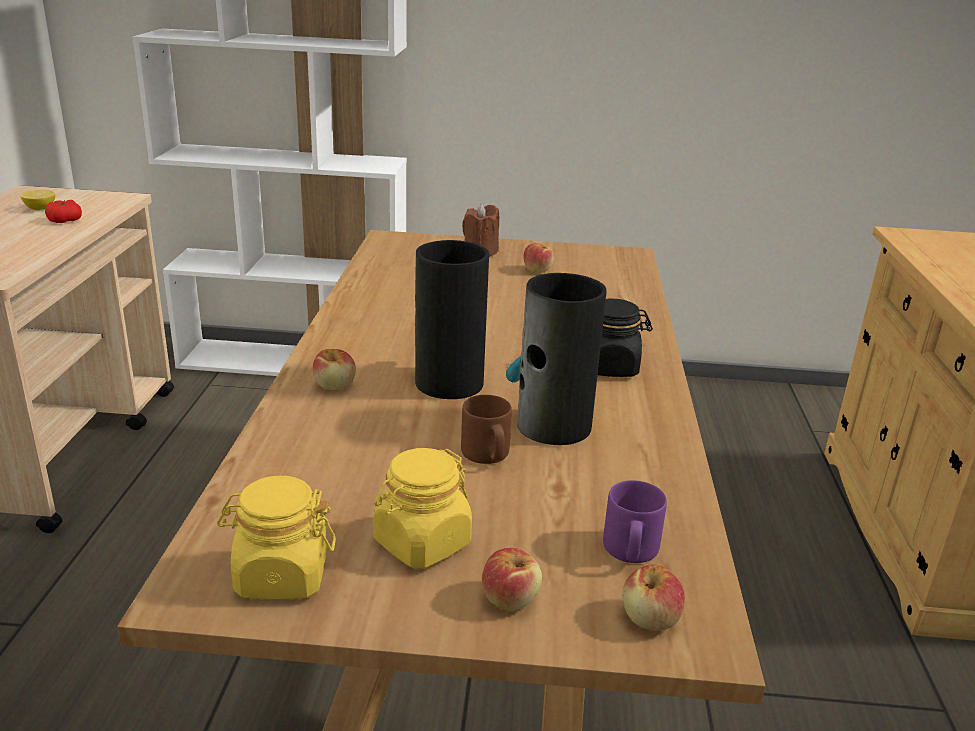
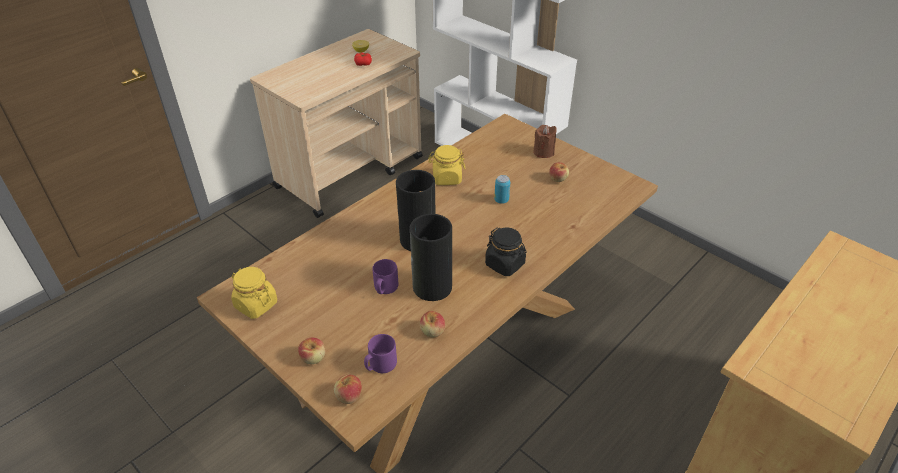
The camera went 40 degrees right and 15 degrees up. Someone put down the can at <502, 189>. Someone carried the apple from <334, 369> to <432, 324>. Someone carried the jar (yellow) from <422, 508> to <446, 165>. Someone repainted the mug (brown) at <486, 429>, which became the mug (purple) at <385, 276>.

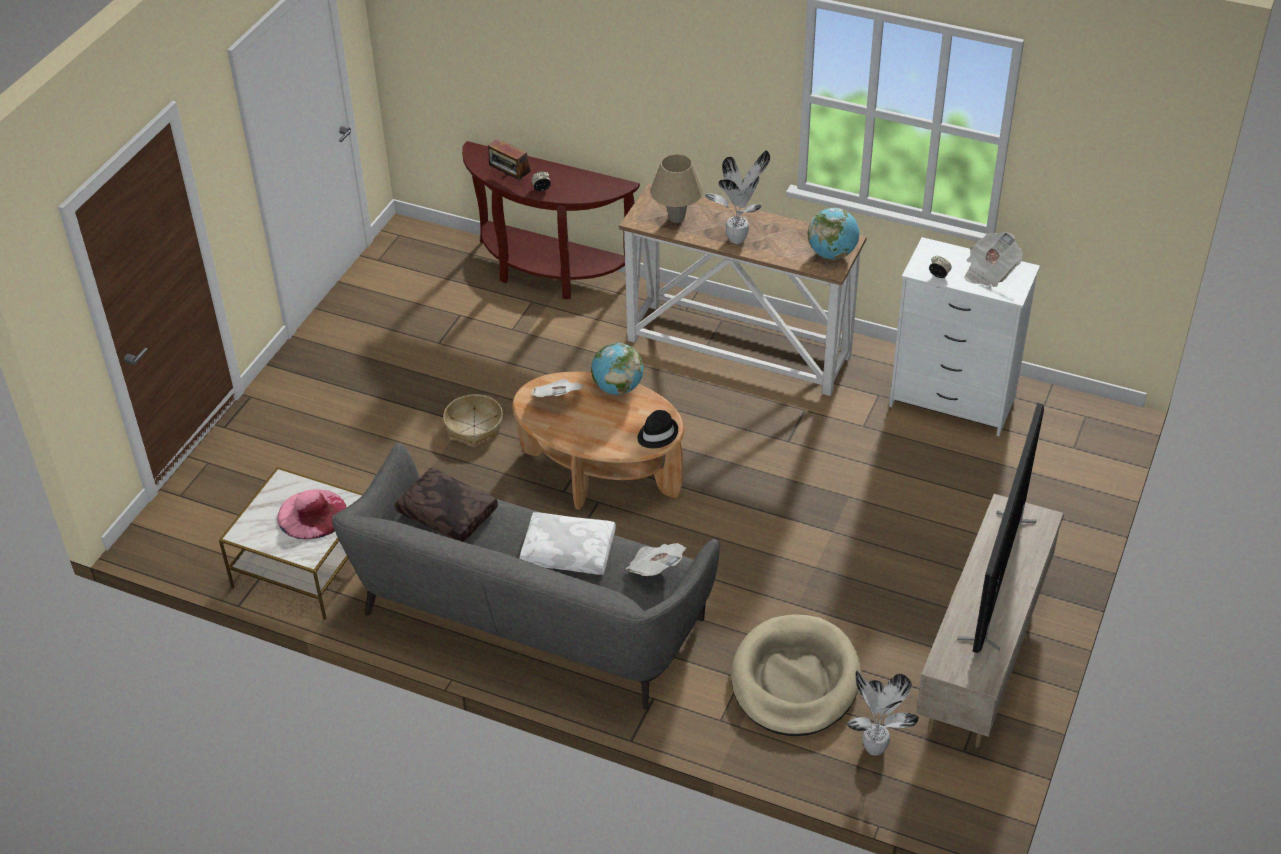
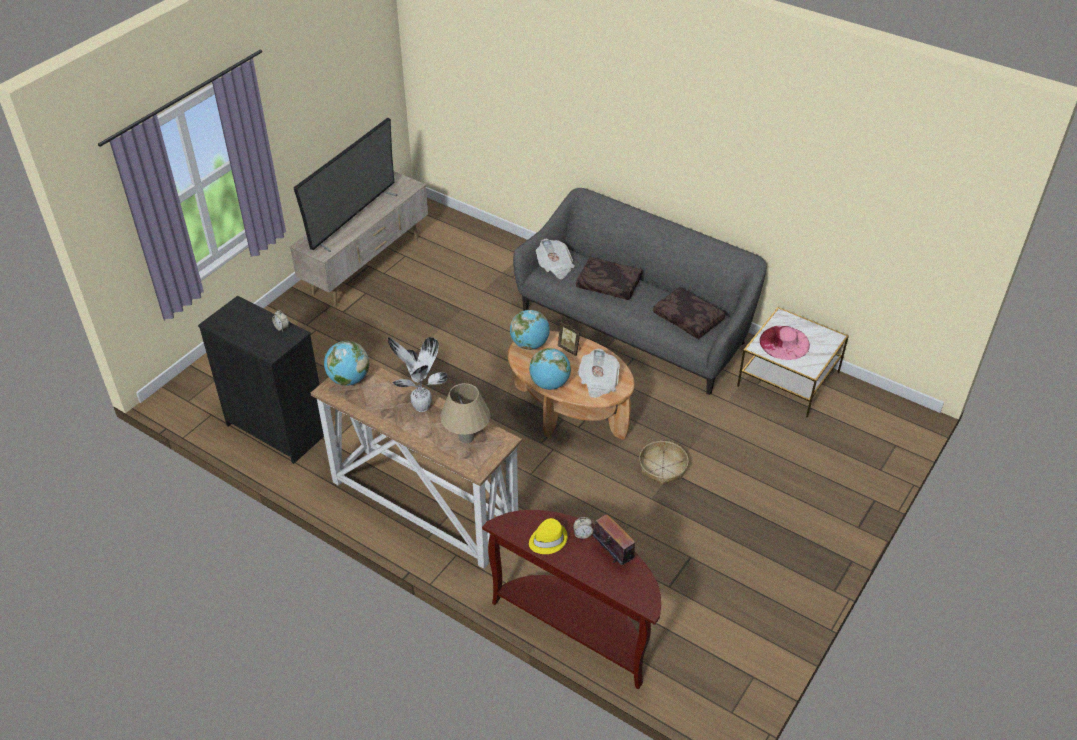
The camera went 170 degrees left and 0 degrees up. Someone took away the dog bed (beige) at <796, 675>. Someone took away the potted plant at <883, 713>. Someone took away the newspaper at <993, 259>. Someone put down the hat (yellow) at <548, 536>. Someone put down the picture frame at <569, 339>. Someone swapped the hat (black) at <658, 429> for the globe at <530, 330>. Someone repainted the pillow (white) at <567, 543>, which became the pillow (brown) at <609, 278>. Someone repainted the dresser (white) at <964, 336>, which became the dresser (black) at <261, 380>.

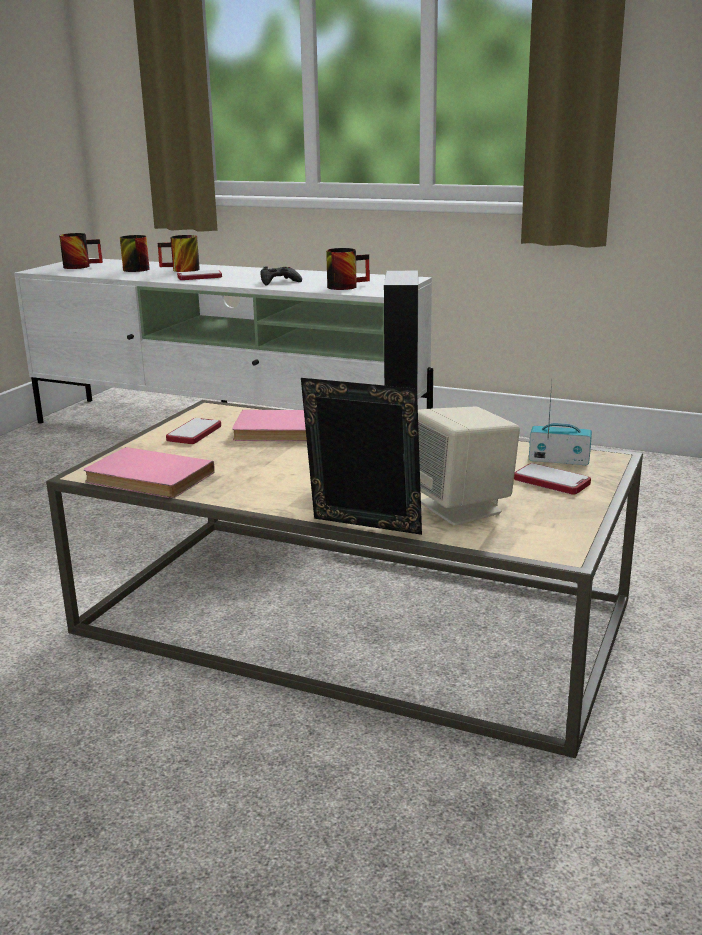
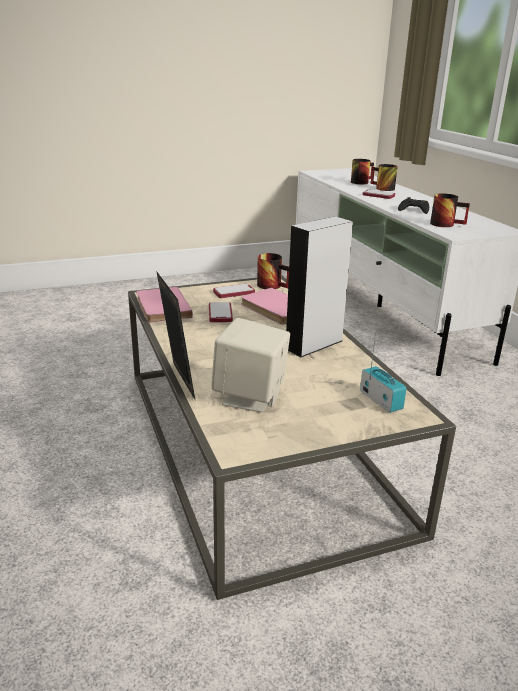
The camera went 45 degrees right and 5 degrees up. Someone carried the mug from <81, 251> to <273, 271>. Someone carried the phone from <552, 478> to <221, 312>.

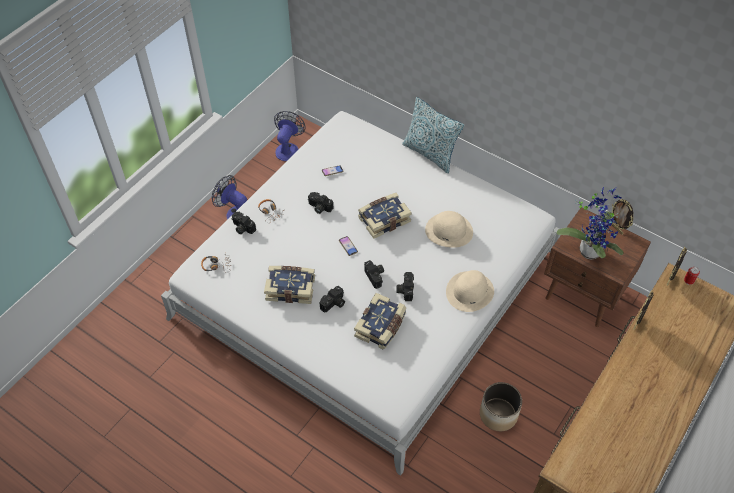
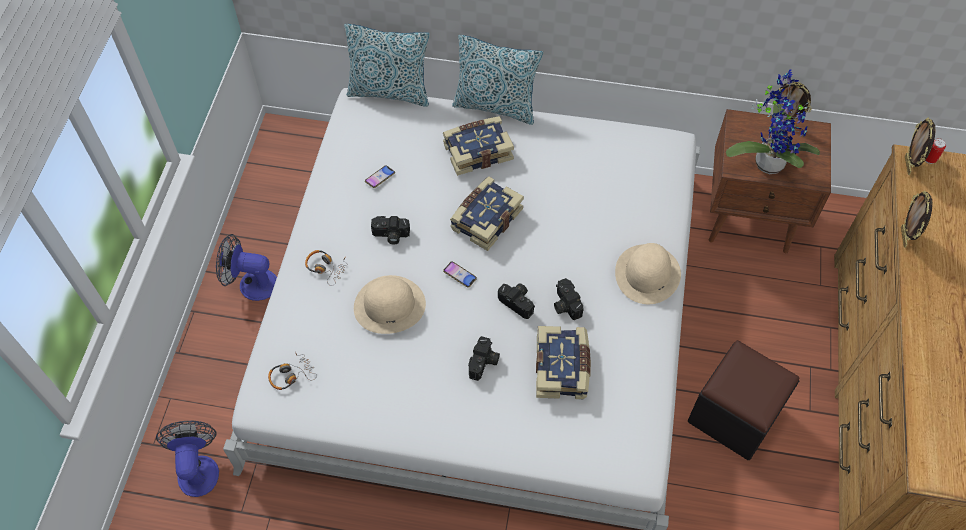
The camera went 25 degrees left and 5 degrees up. Someone took away the photo camera at <243, 223>. Someone put down the pillow at <387, 65>. Someone carried the book from <289, 285> to <478, 146>. Someone carried the fan from <290, 136> to <187, 459>. Someone carried the hat (beige) from <449, 229> to <390, 304>. Someone swapped the planter at <501, 406> for the ottoman (black) at <744, 400>.

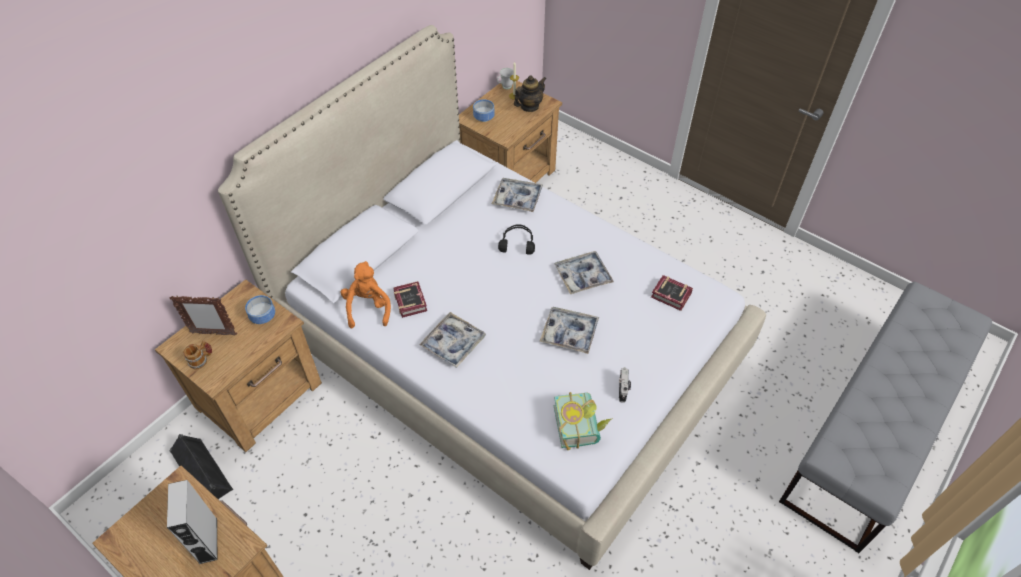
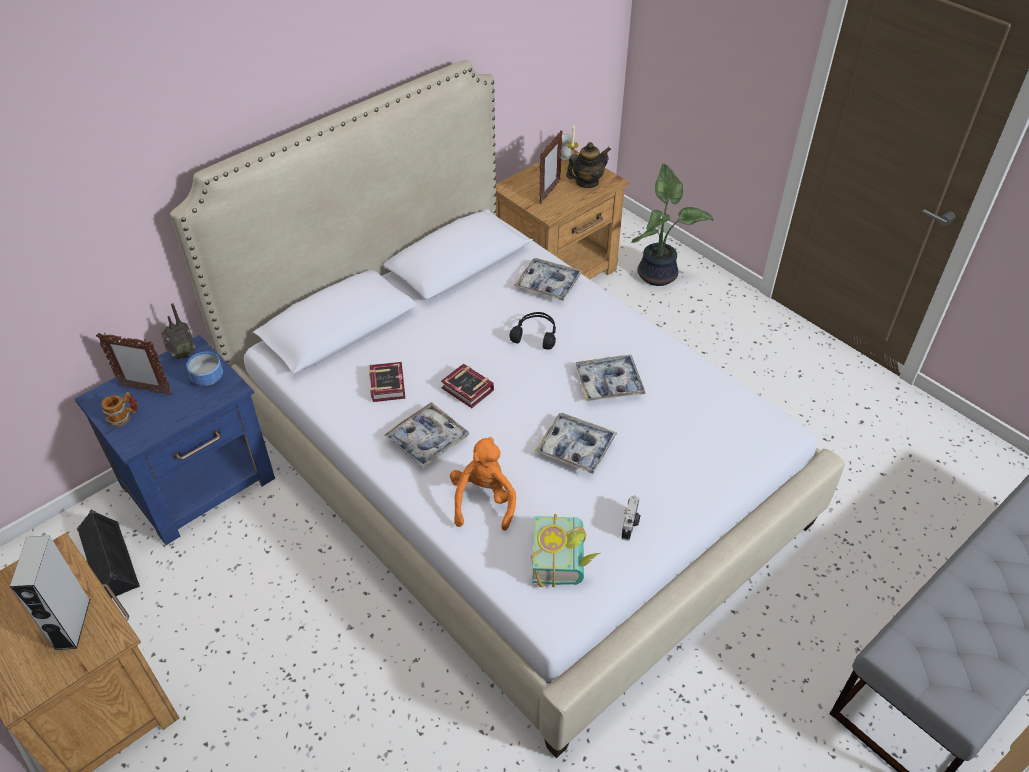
The camera went 10 degrees right and 5 degrees down. Someone took away the bowl at <484, 110>. Someone put down the radio at <178, 331>. Someone put down the picture frame at <551, 167>. Someone put down the potted plant at <672, 224>. Someone carried the plush toy (orange) from <365, 294> to <483, 484>. Someone carried the book from <672, 293> to <467, 386>. Someone repainted the nightstand (brown) at <238, 365>, which became the nightstand (blue) at <175, 440>.

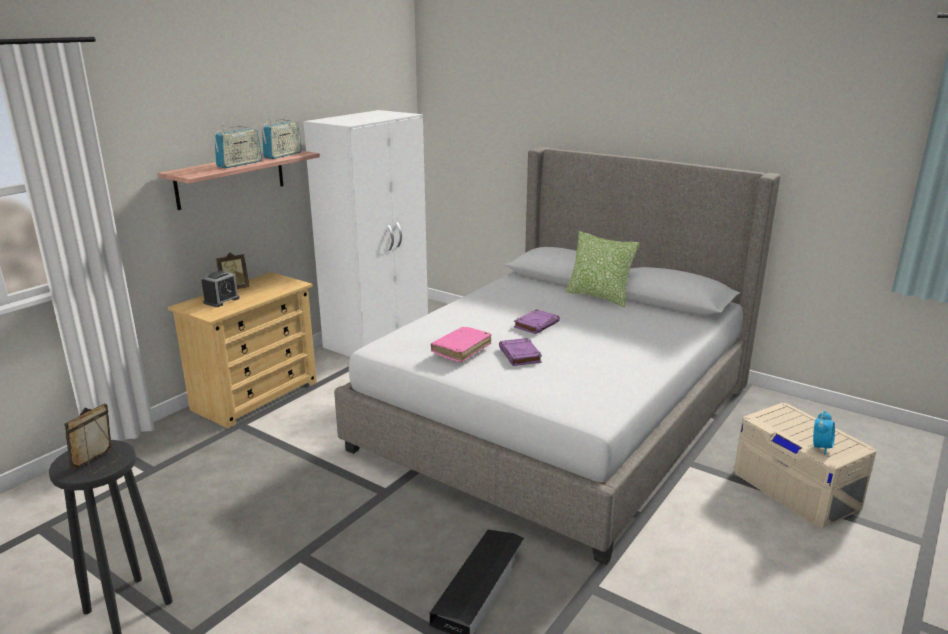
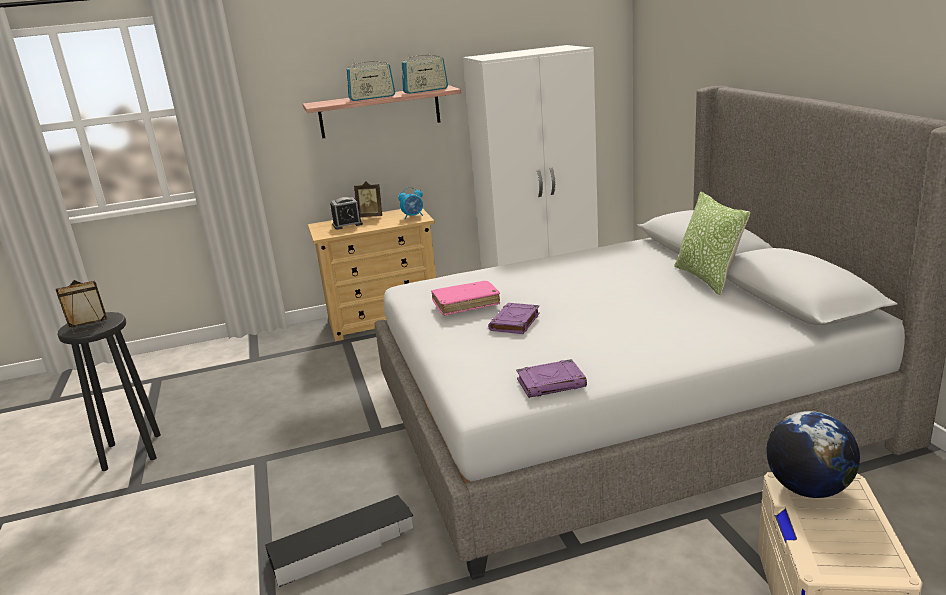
The camera went 40 degrees right and 0 degrees up. Someone put down the globe at <813, 454>. Someone carried the book (purple) from <537, 321> to <551, 378>. Someone carried the alarm clock from <824, 433> to <410, 203>.

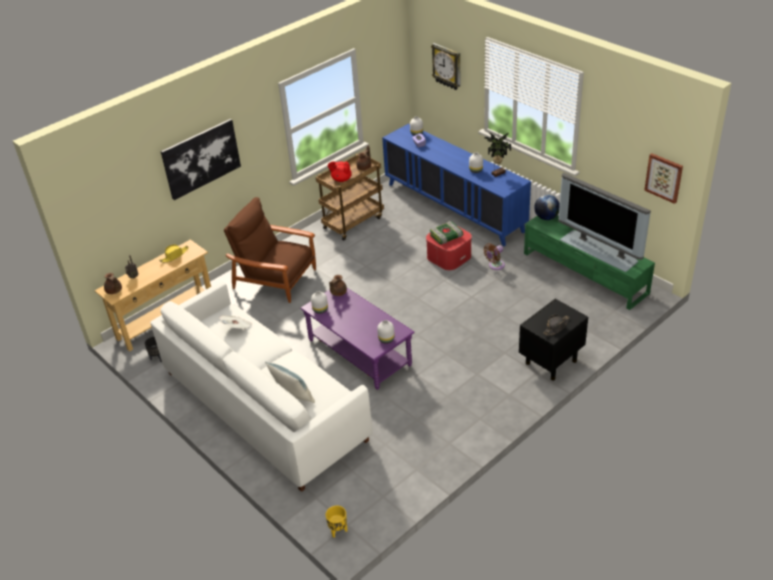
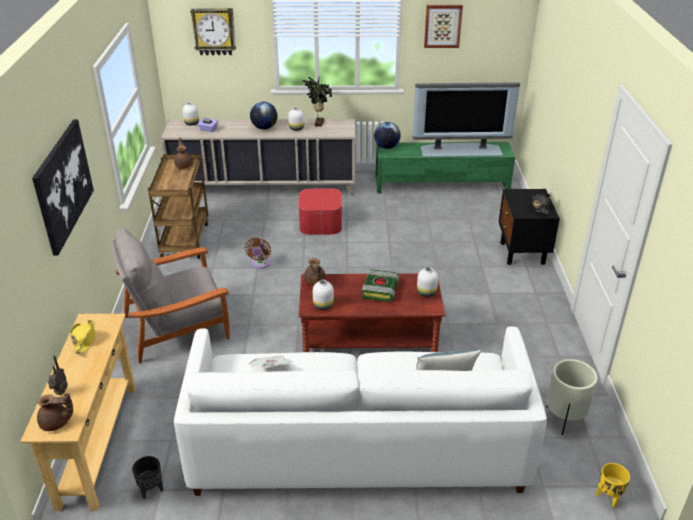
The camera went 50 degrees left and 5 degrees down. Someone took away the teapot (red) at <340, 171>. Someone put down the globe at <263, 116>. Someone put down the planter (beige) at <572, 397>. Someone carried the book from <446, 233> to <380, 285>. Someone carried the fan (brown) from <494, 256> to <258, 253>. Someone carried the picture from <663, 178> to <443, 26>. Someone repainted the armchair (brown) at <270, 250>, which became the armchair (grey) at <170, 295>. Someone repainted the coffee table (purple) at <357, 339>, which became the coffee table (brown) at <372, 312>. Someone repainted the cabinet (blue) at <456, 185>, which became the cabinet (beige) at <258, 157>.

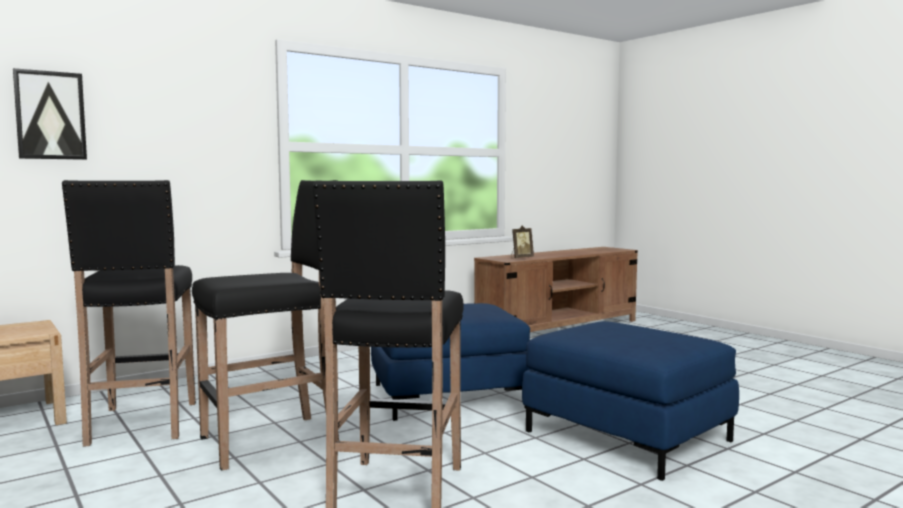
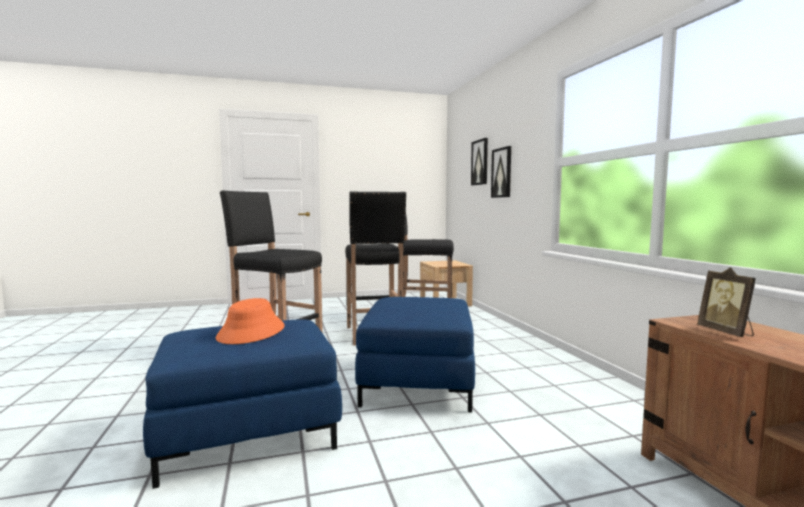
The camera went 110 degrees right and 0 degrees up. Someone put down the hat (orange) at <250, 321>. Someone put up the picture at <501, 172>.

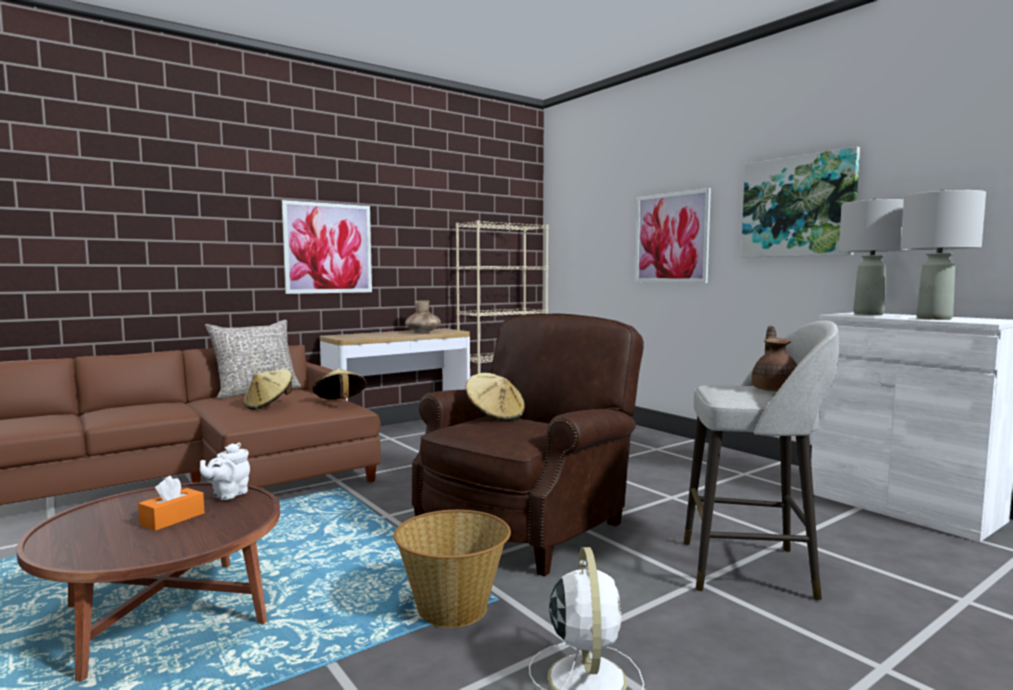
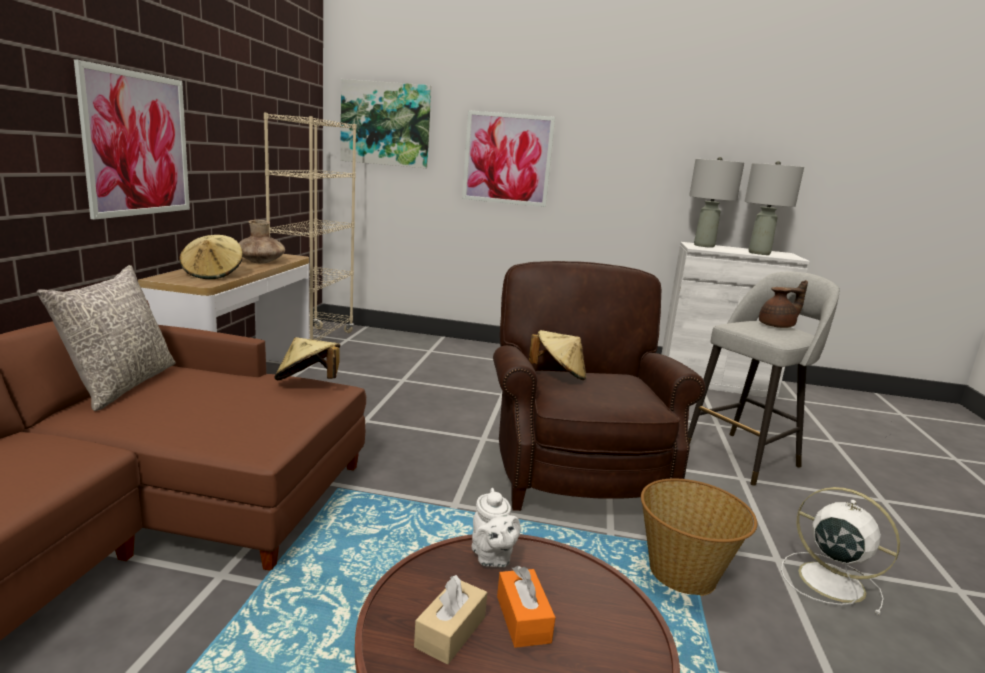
The camera went 45 degrees left and 10 degrees up. Someone put down the tissue box (beige) at <450, 620>. Someone carried the hat (beige) from <268, 389> to <211, 257>. Someone carried the picture from <800, 202> to <385, 123>. Someone rotated the teapot (brown) at <774, 358> by 105 degrees clockwise.

